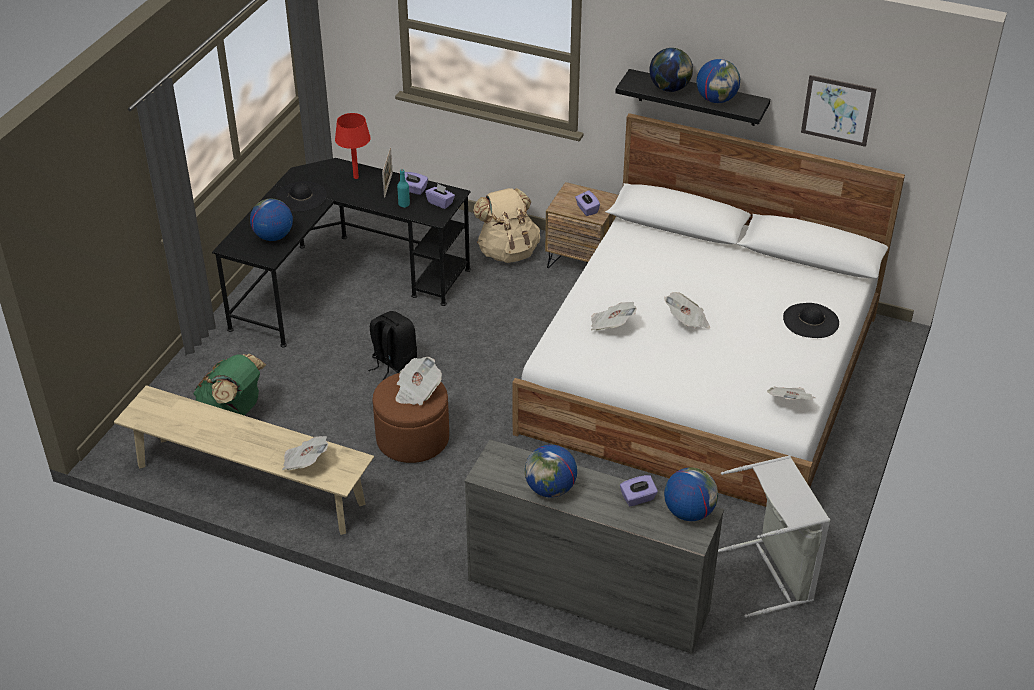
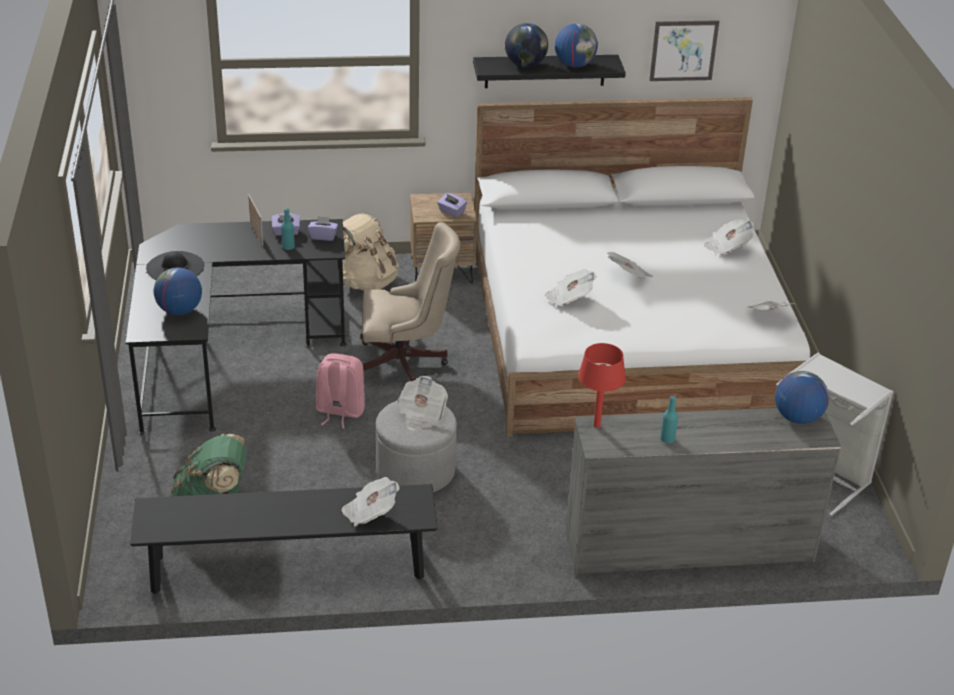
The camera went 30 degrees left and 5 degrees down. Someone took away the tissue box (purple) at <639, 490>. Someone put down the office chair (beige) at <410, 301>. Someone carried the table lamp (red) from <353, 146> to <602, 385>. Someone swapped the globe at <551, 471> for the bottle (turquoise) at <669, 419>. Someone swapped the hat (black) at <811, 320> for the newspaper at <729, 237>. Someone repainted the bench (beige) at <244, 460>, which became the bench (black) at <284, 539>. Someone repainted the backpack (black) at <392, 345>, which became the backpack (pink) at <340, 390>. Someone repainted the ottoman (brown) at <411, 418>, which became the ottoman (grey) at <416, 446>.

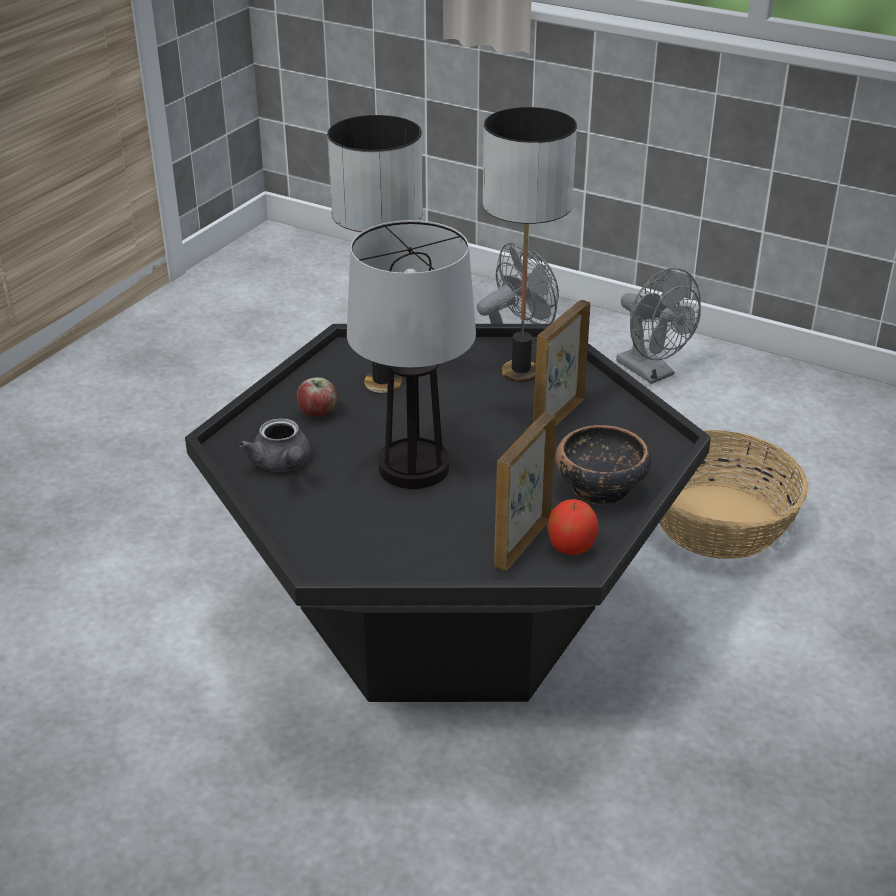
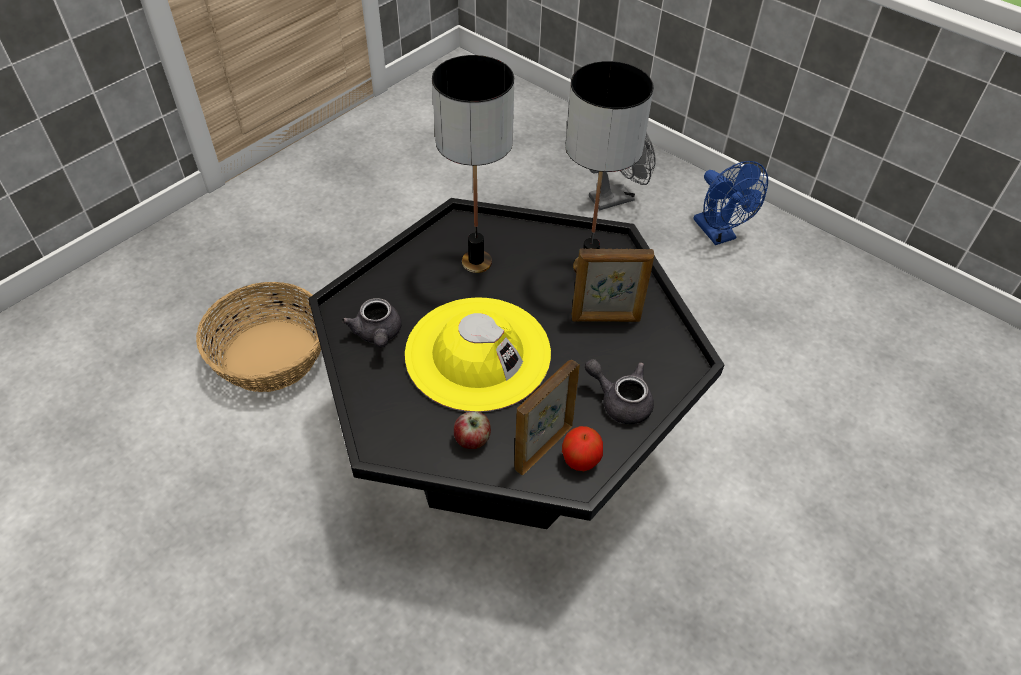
The camera went 10 degrees right and 15 degrees up. Someone carried the apple from <317, 397> to <472, 430>. Someone carried the basket from <733, 494> to <258, 337>. Someone swapped the table lamp at <411, 354> for the hat (yellow) at <478, 354>. Someone swapped the bowl at <603, 465> for the teapot (grey) at <619, 391>. Someone repainted the fan (grey) at <658, 326>, which became the fan (blue) at <730, 203>. Someone rotated the picture frame at <561, 363> by 135 degrees counterclockwise.

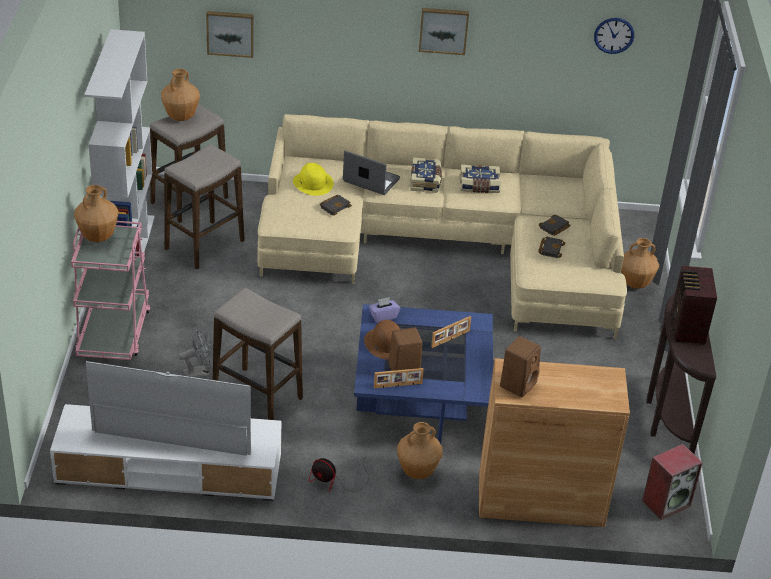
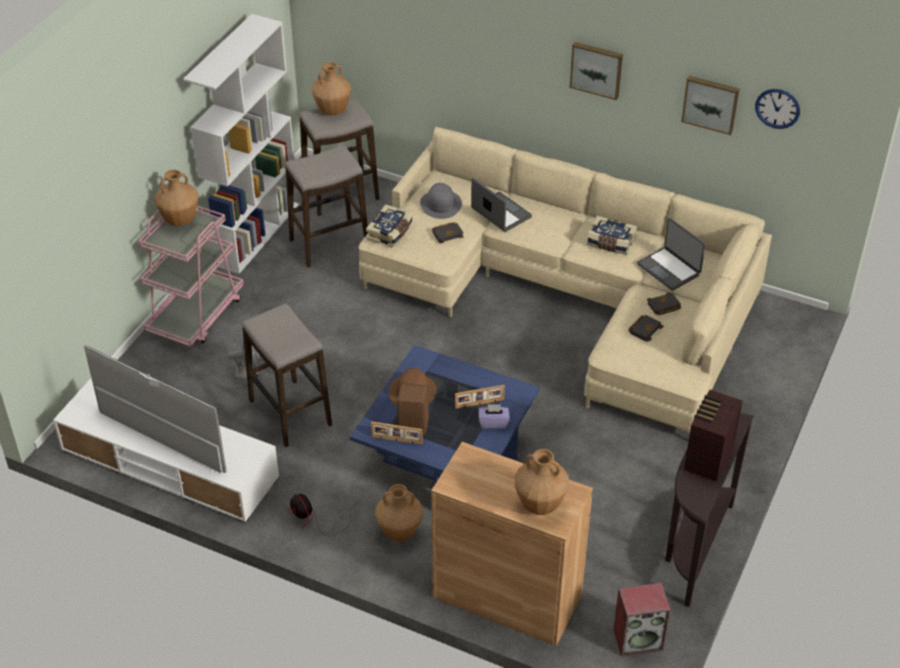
The camera went 25 degrees right and 5 degrees up. Someone took away the speaker (brown) at <520, 366>. Someone put down the laptop at <671, 254>. Someone carried the picture from <230, 34> to <710, 105>. Someone carried the tissue box (purple) from <384, 310> to <494, 416>. Someone carried the book from <426, 175> to <389, 226>. Someone carried the vase (brown) from <640, 263> to <542, 482>. Someone repainted the hat (yellow) at <313, 179>, which became the hat (grey) at <441, 201>.

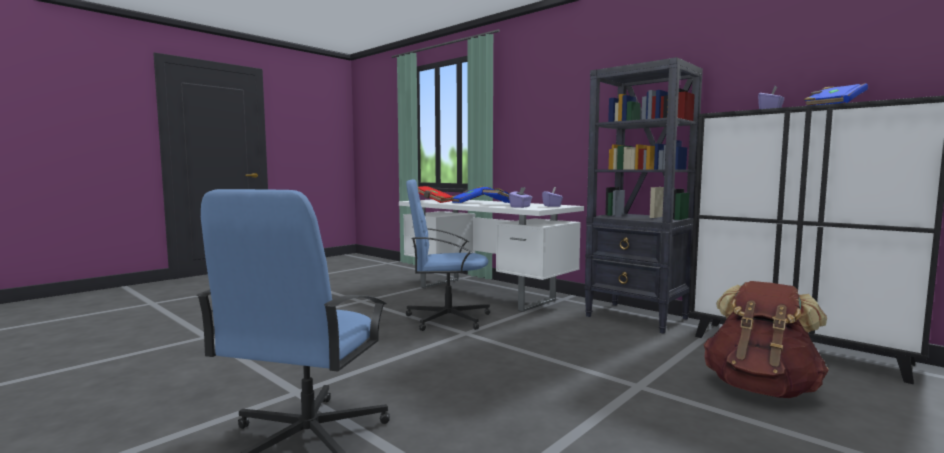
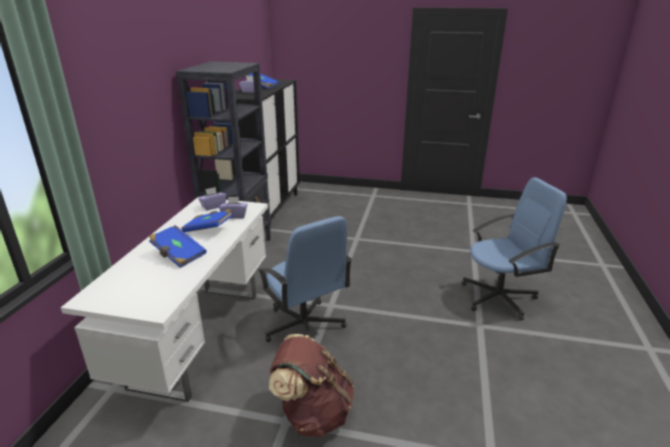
The camera went 120 degrees left and 20 degrees up. Someone took away the book (red) at <435, 194>. Someone carried the backpack (brown) from <765, 339> to <311, 385>.

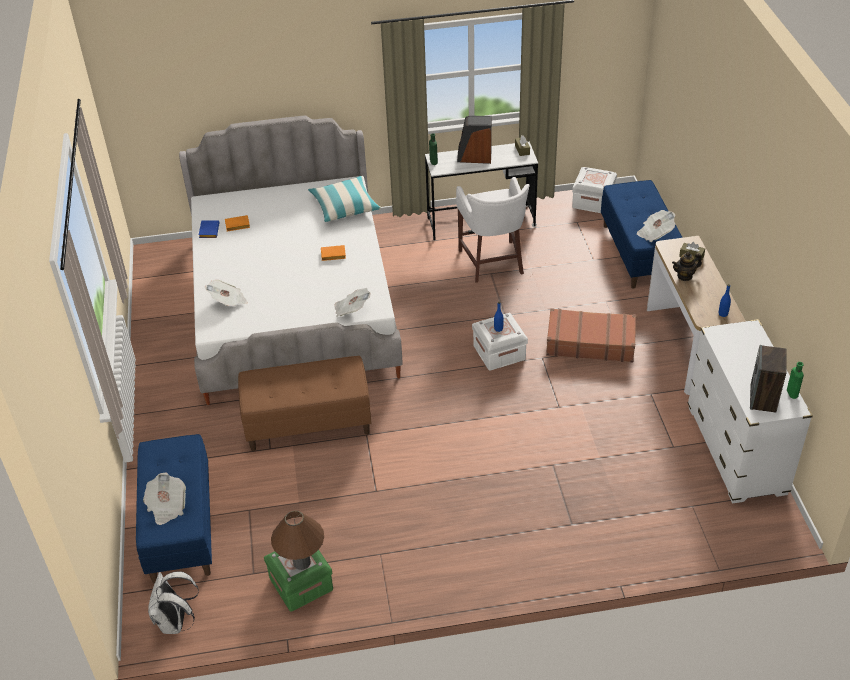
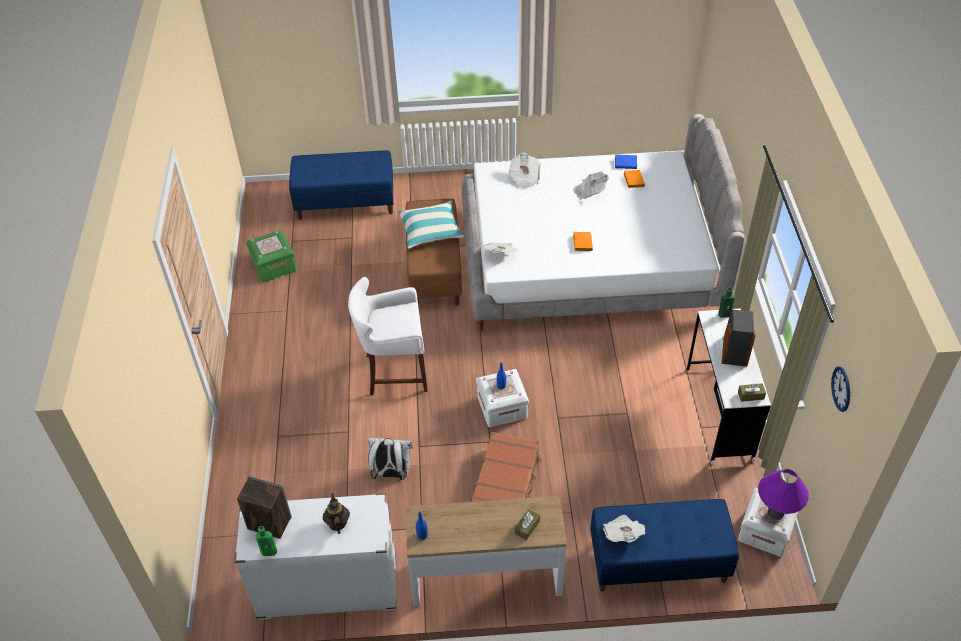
The camera went 95 degrees right and 5 degrees up. Someone took away the table lamp (brown) at <297, 540>. Someone put down the table lamp (purple) at <783, 494>. Someone put up the wall clock at <840, 389>. Someone carried the newspaper from <164, 499> to <591, 185>. Someone carried the backpack (white) from <173, 602> to <390, 459>. Someone carried the pillow from <344, 199> to <431, 225>. Someone carried the stool (white) from <493, 230> to <388, 336>. Someone carried the teapot from <687, 266> to <336, 513>.

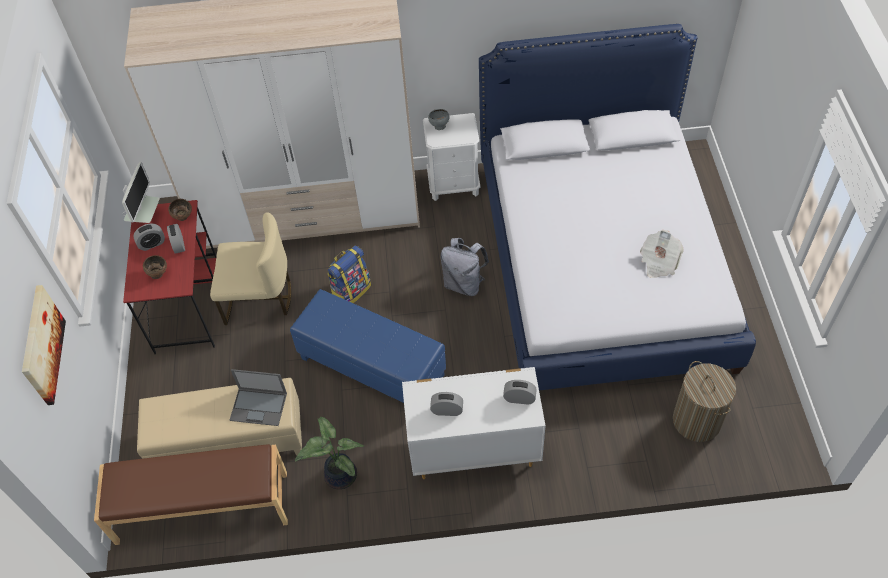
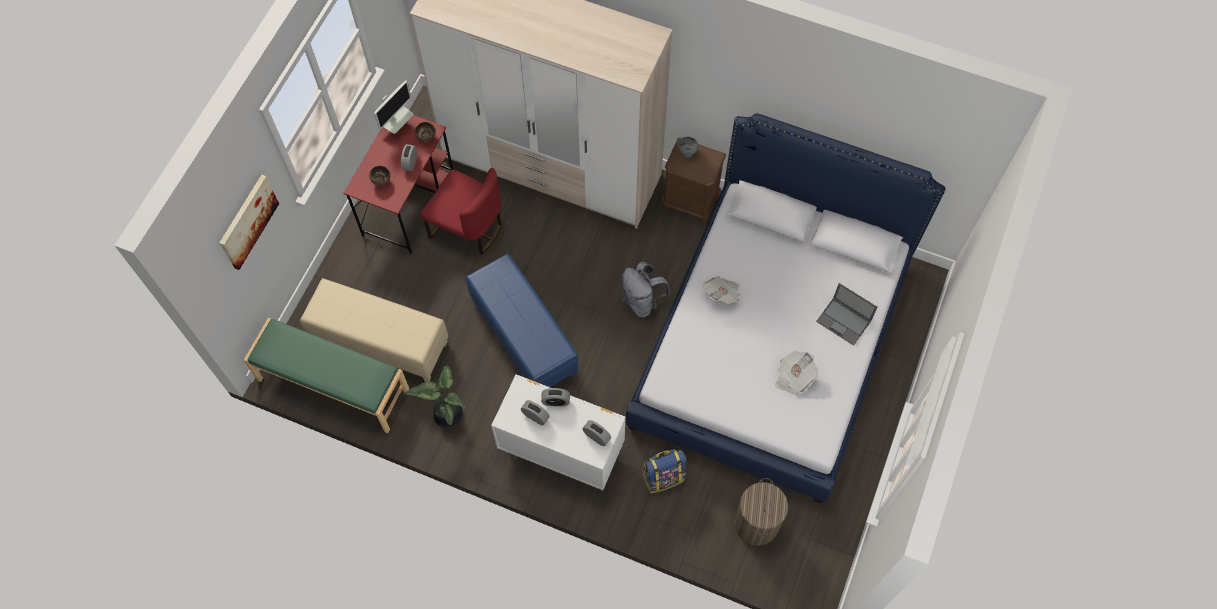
The camera went 25 degrees right and 10 degrees up. Someone put down the newspaper at <721, 290>. Someone carried the alarm clock from <149, 237> to <555, 397>. Someone carried the laptop from <258, 397> to <847, 314>. Someone carried the backpack from <349, 274> to <664, 472>. Someone repainted the bench (brown) at <191, 494>, which became the bench (green) at <326, 375>. Someone repainted the chair (beige) at <251, 268>, which became the chair (red) at <461, 211>. Someone repainted the nightstand (white) at <451, 157>, which became the nightstand (brown) at <694, 180>.

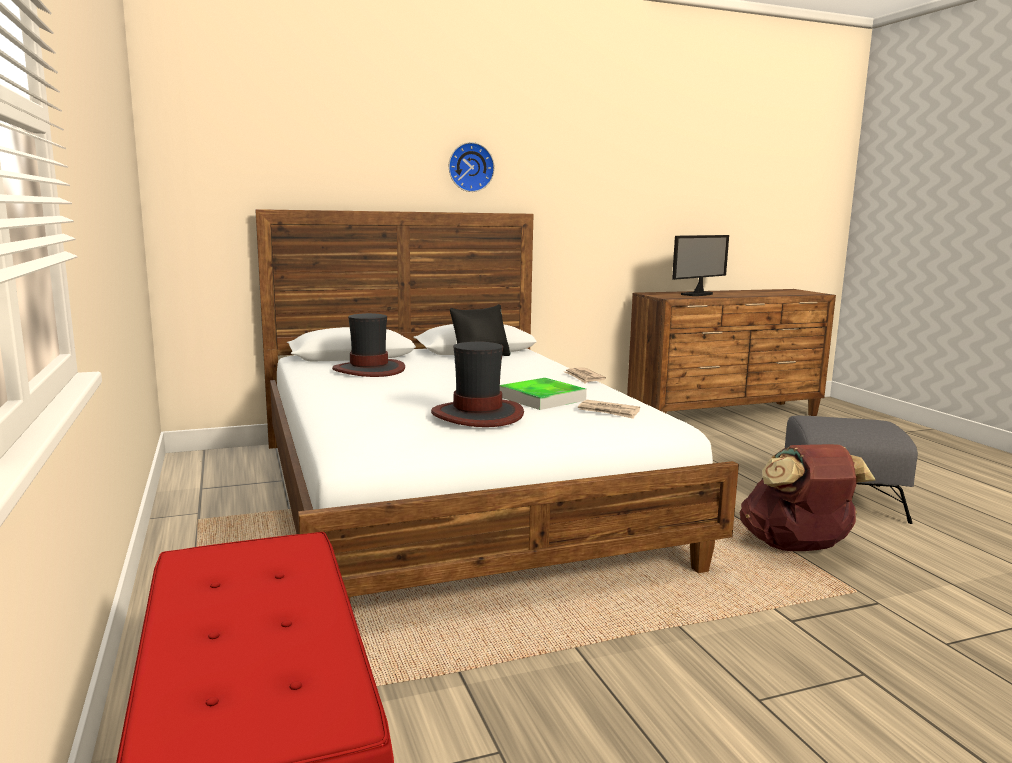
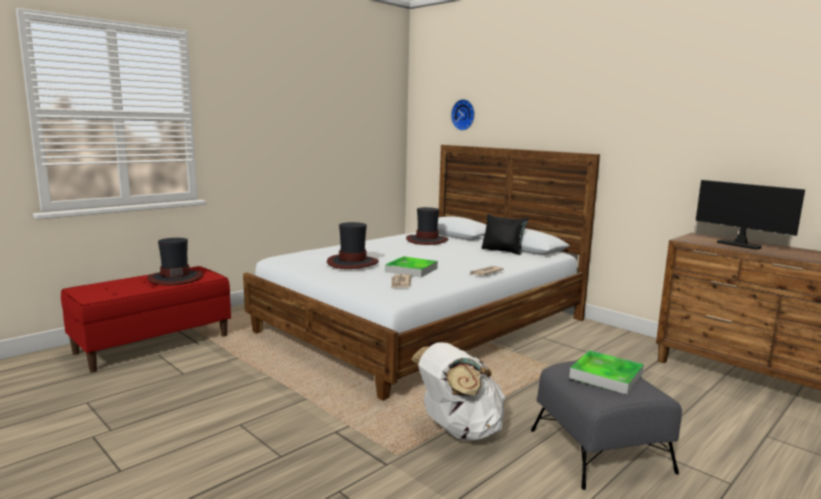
The camera went 65 degrees right and 0 degrees up. Someone put down the hat at <175, 262>. Someone put down the tray at <606, 372>. Someone carried the wall clock from <472, 167> to <463, 115>. Someone repainted the backpack (brown) at <808, 497>, which became the backpack (white) at <458, 391>. Someone rotated the monitor at <700, 265> by 150 degrees counterclockwise.

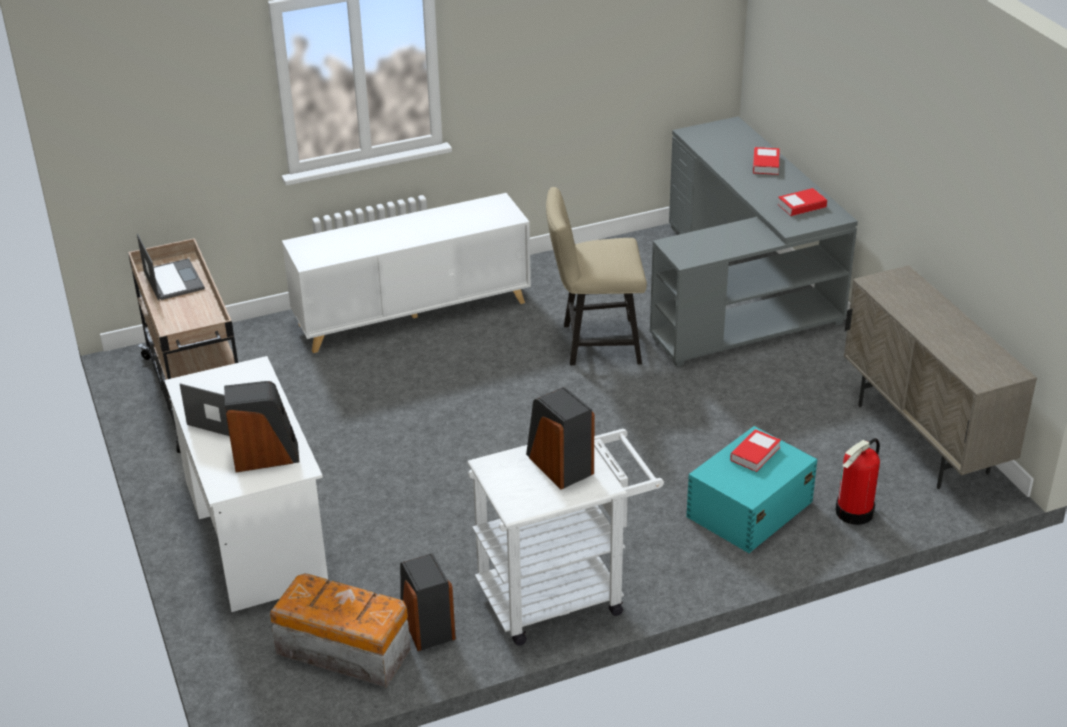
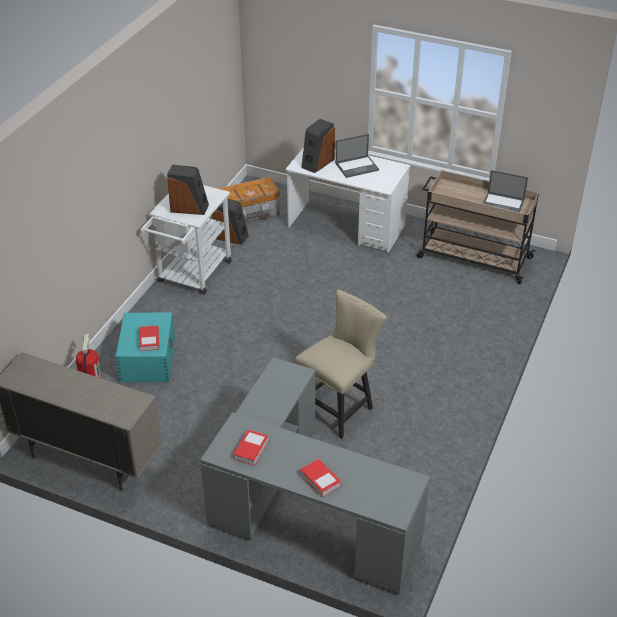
The camera went 135 degrees right and 5 degrees up. Someone took away the cabinet (white) at <406, 273>.

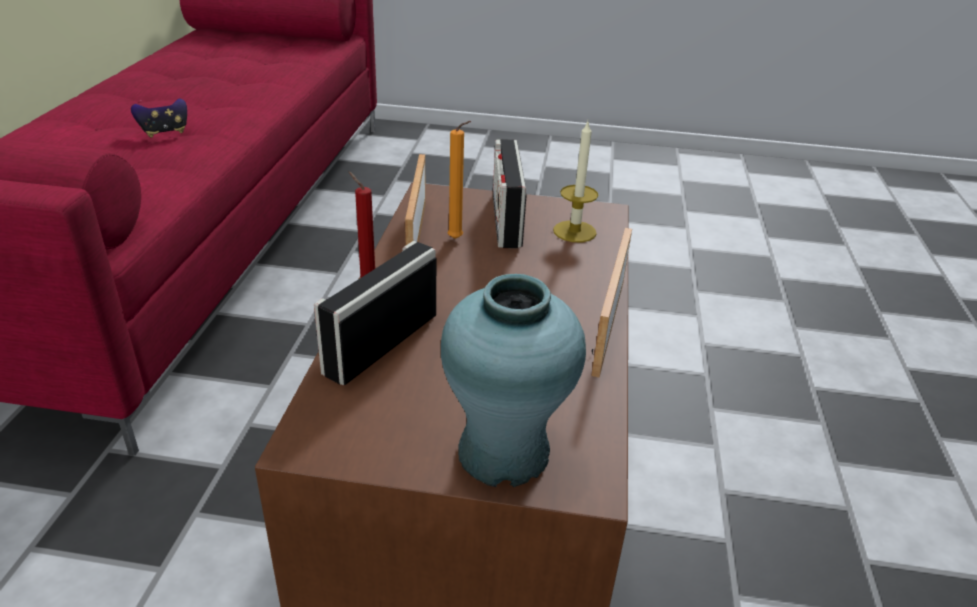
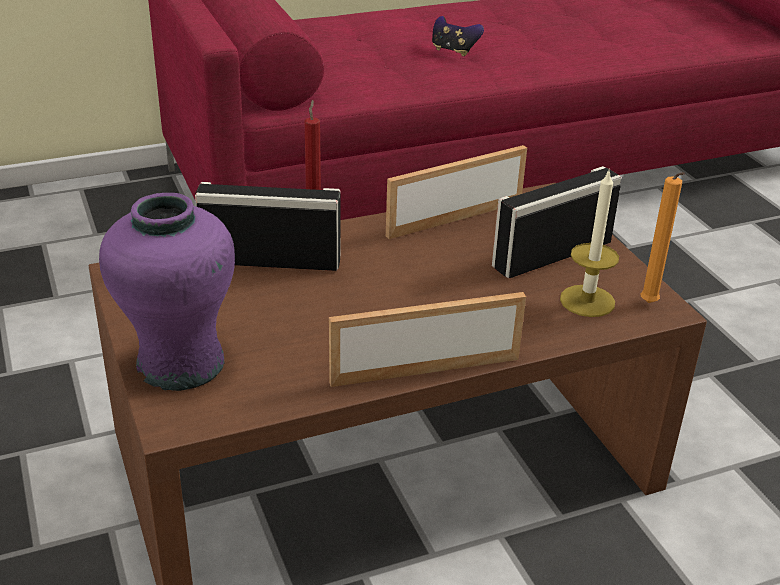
The camera went 60 degrees right and 0 degrees up. Someone carried the candle (orange) from <459, 180> to <663, 237>. Someone repainted the vase (turquoise) at <513, 380>, which became the vase (purple) at <167, 292>.

